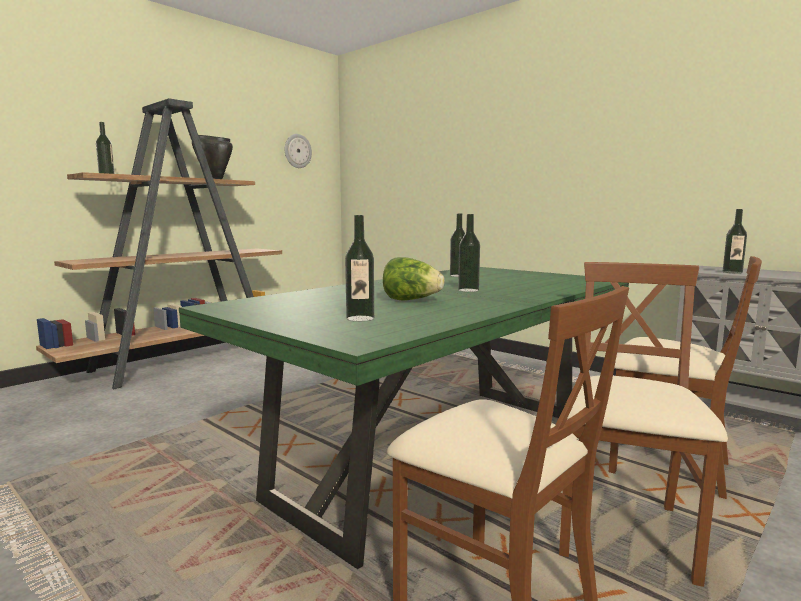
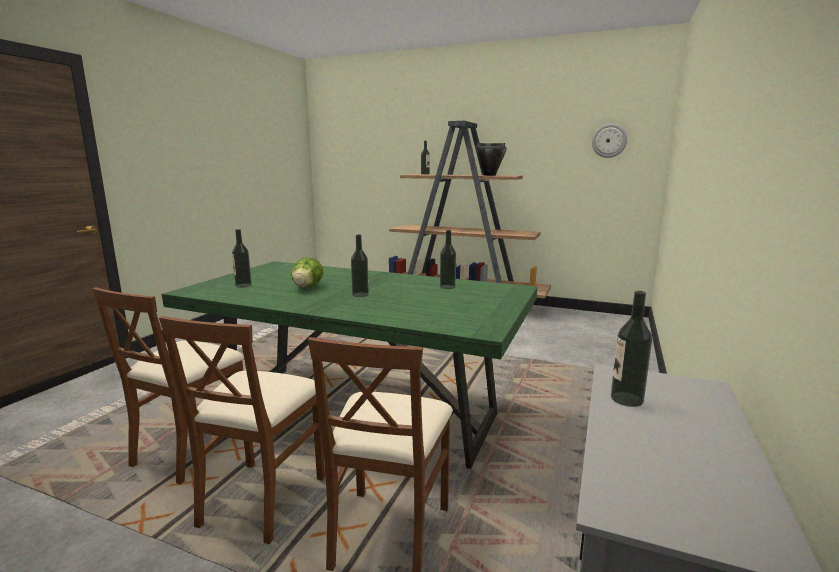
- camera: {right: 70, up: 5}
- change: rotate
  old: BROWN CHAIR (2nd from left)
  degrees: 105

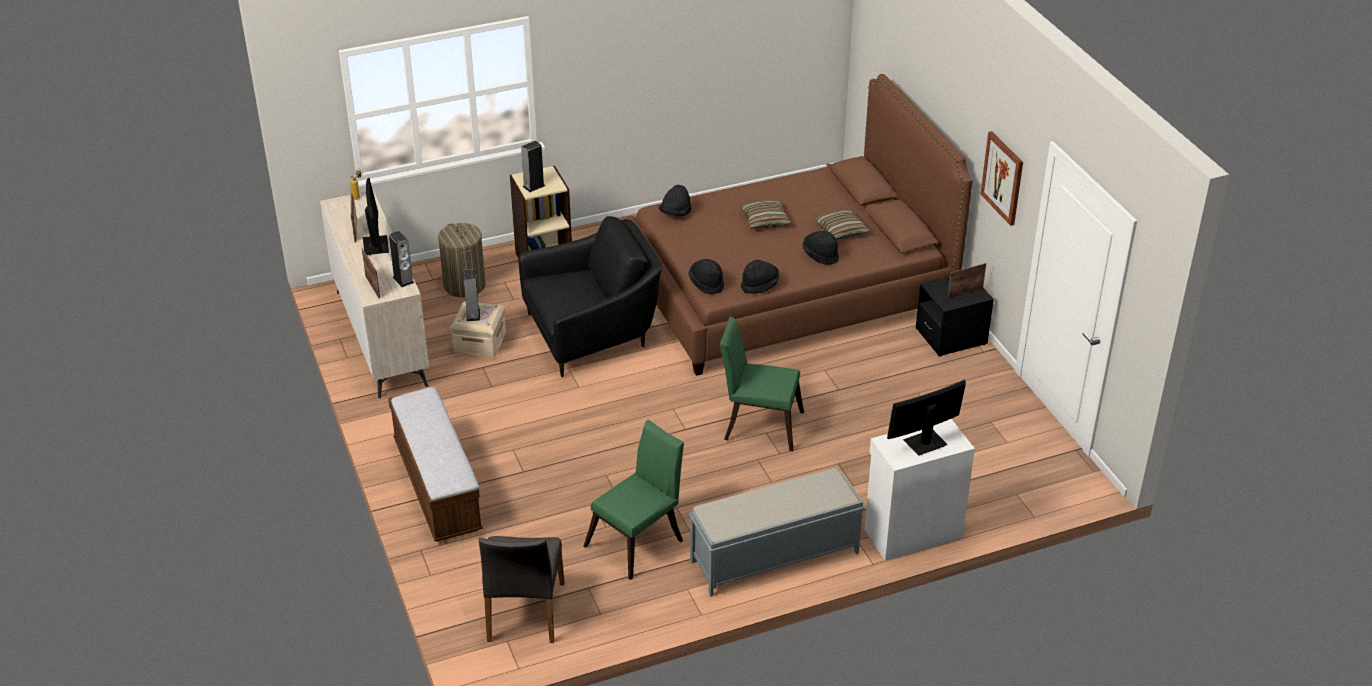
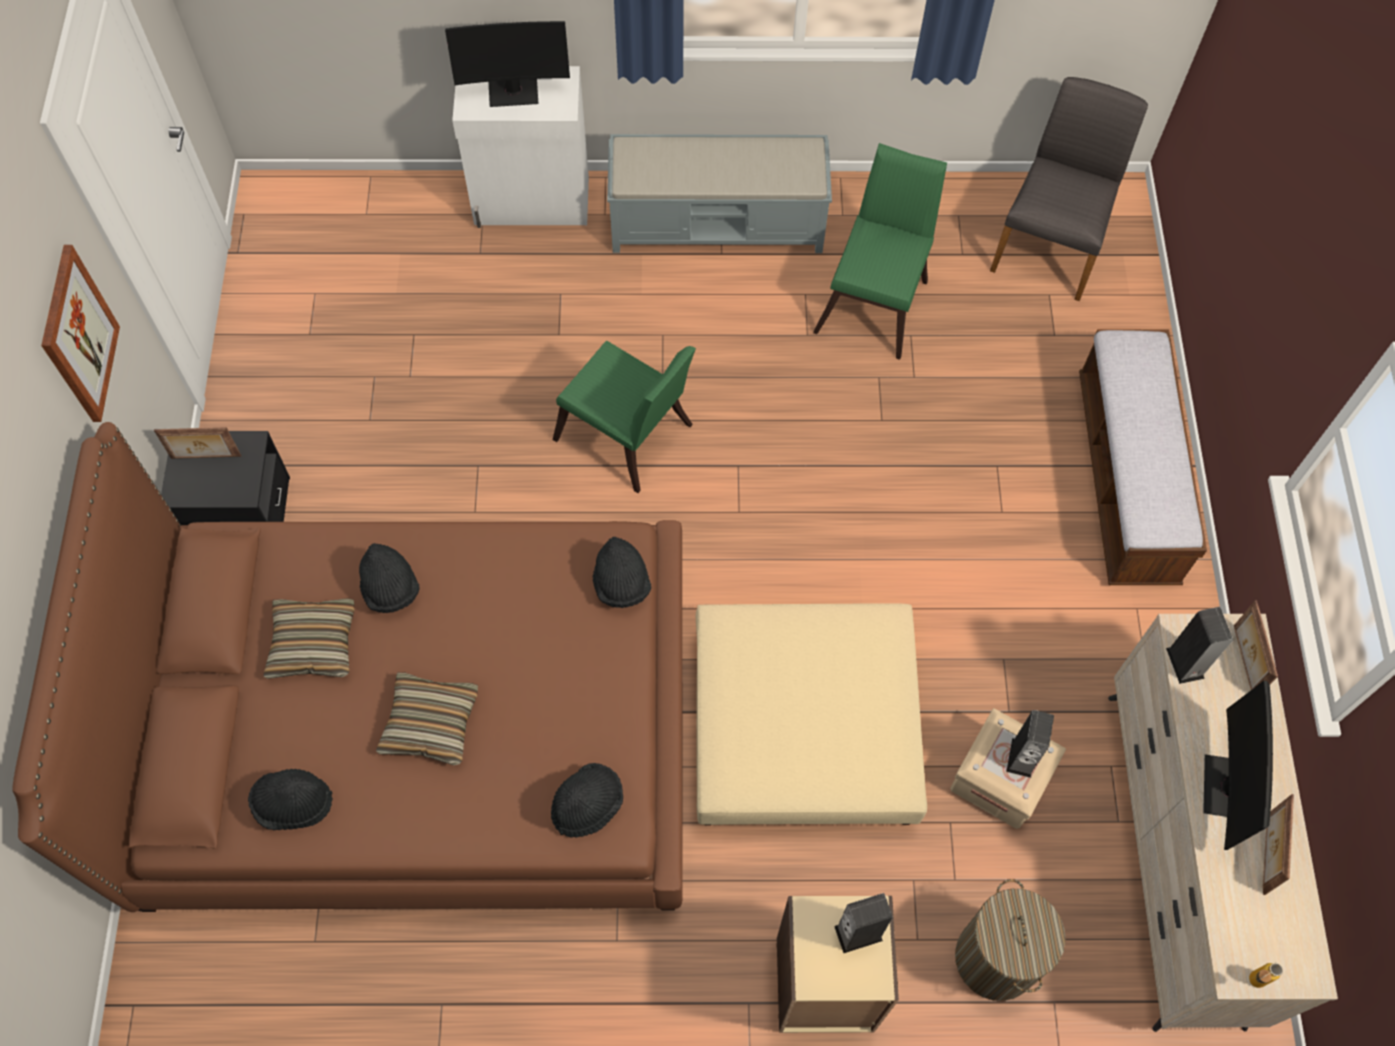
- camera: {right: -160, up: 25}
- change: replace
  old: BLACK ARMCHAIR
  new: BEIGE OTTOMAN
- change: move
  old: BLACK HAT (3rd from left in the first image)
  new: BLACK HAT (1st from left)
- change: rotate
  old: GREEN CHAIR (1st from left in the first image)
  degrees: 135

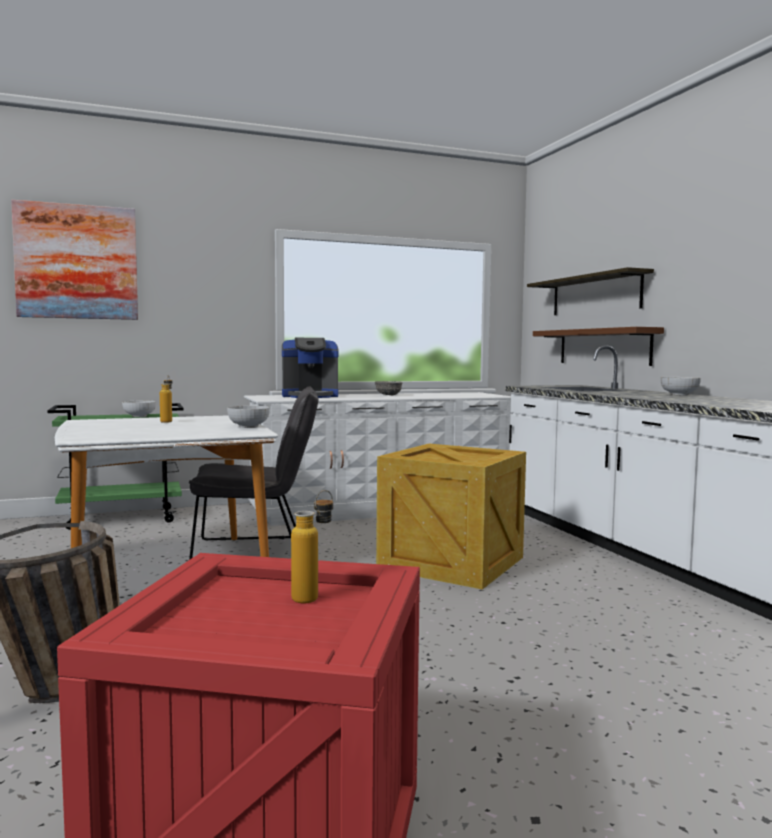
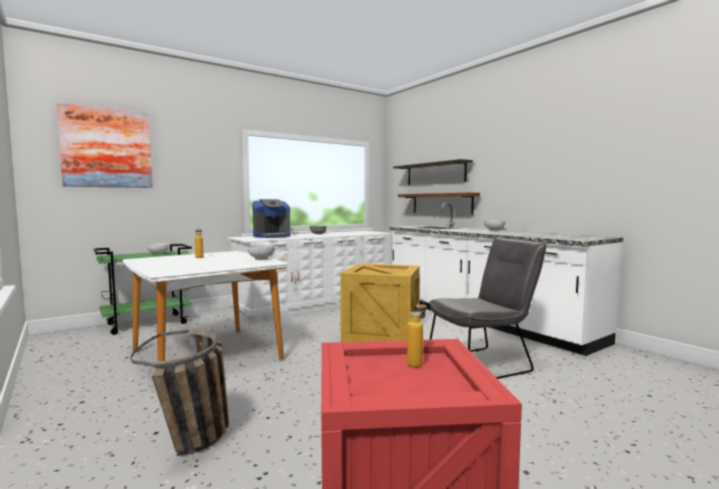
- camera: {right: -15, up: 0}
- change: move
  old: GREY CHAIR

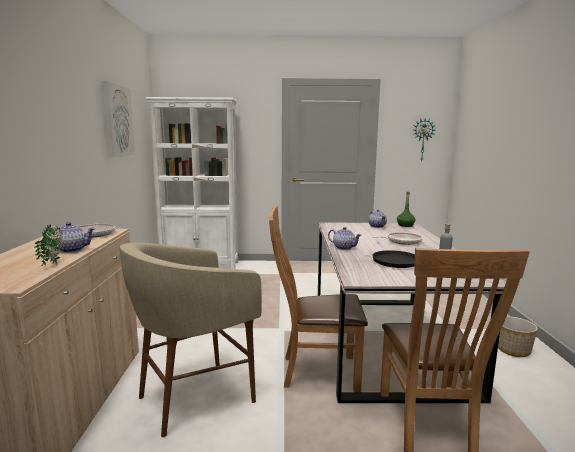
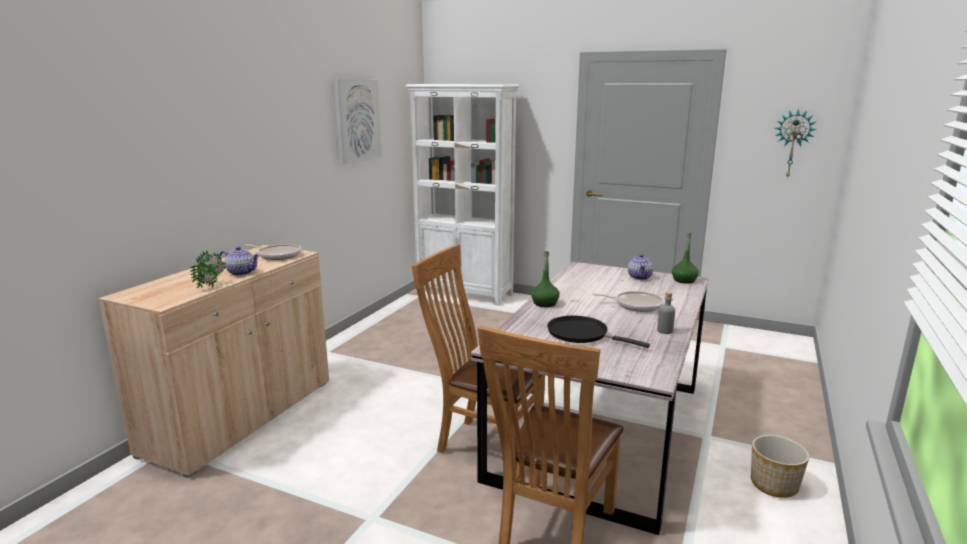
- camera: {right: 25, up: 5}
- change: replace
  old: TEAPOT (2nd from left)
  new: GREEN BOTTLE (1st from left)
- change: delete
  old: BEIGE STOOL

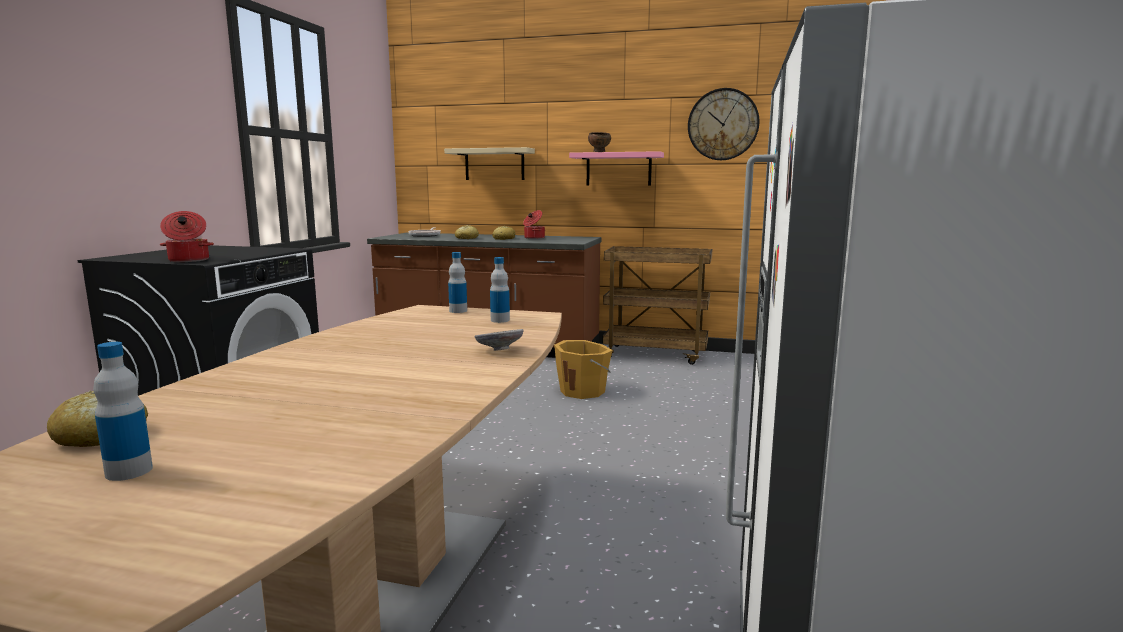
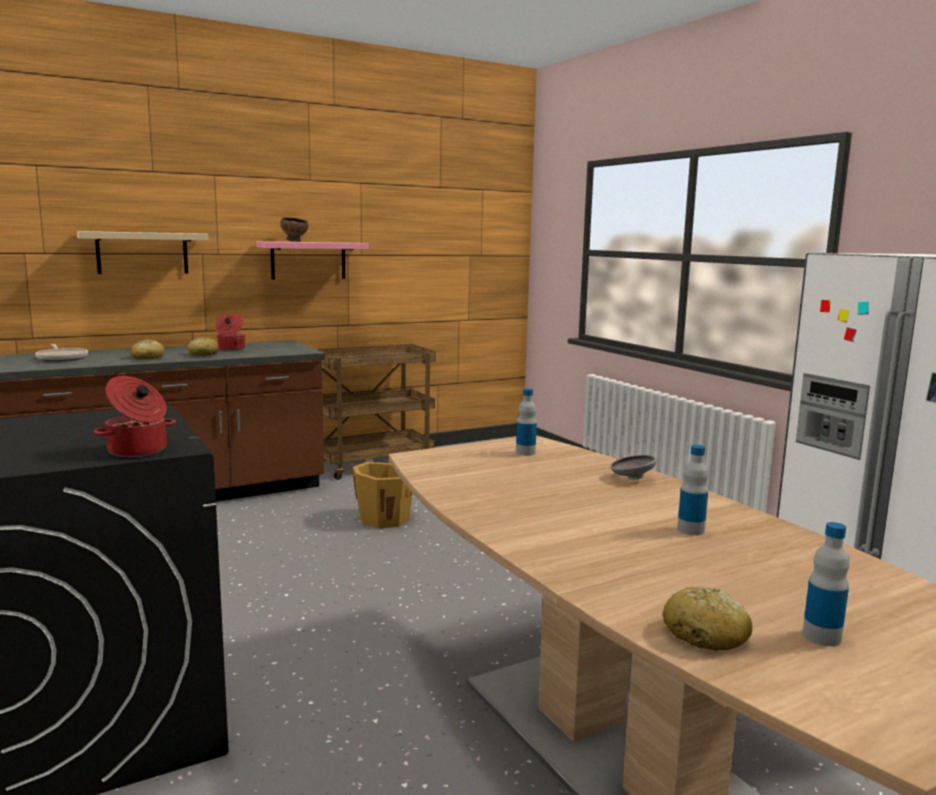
- camera: {right: -45, up: 0}
- change: delete
  old: WALL CLOCK
- change: move
  old: BOTTLE (2nd from left)

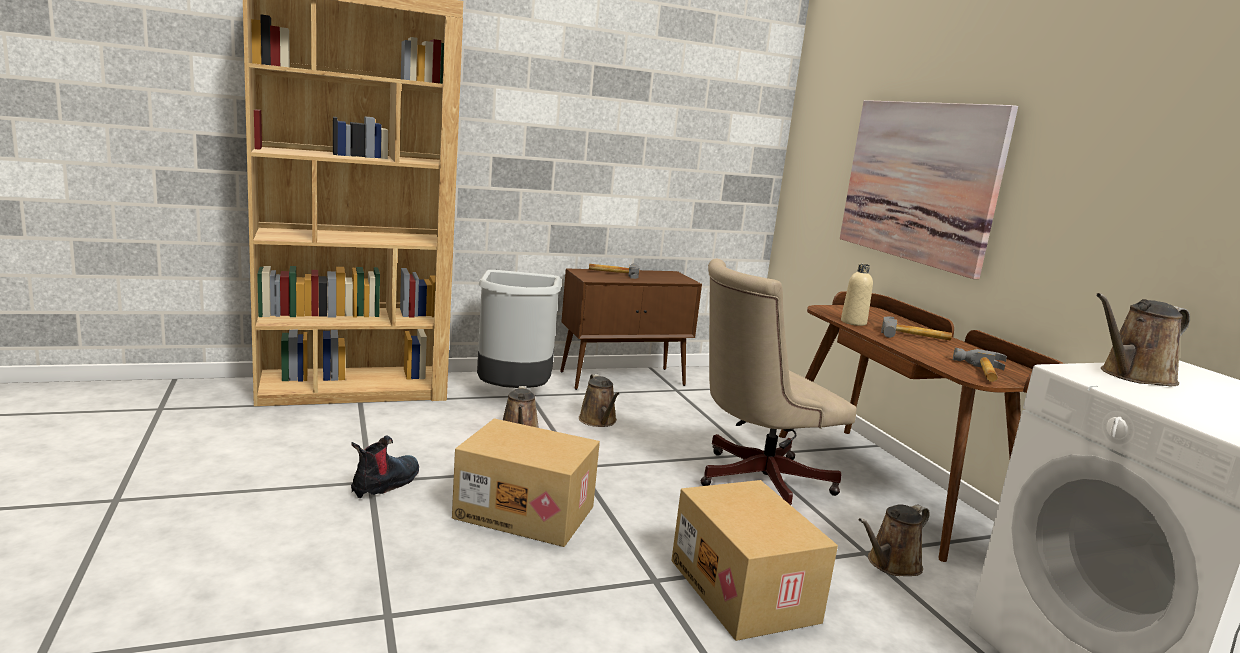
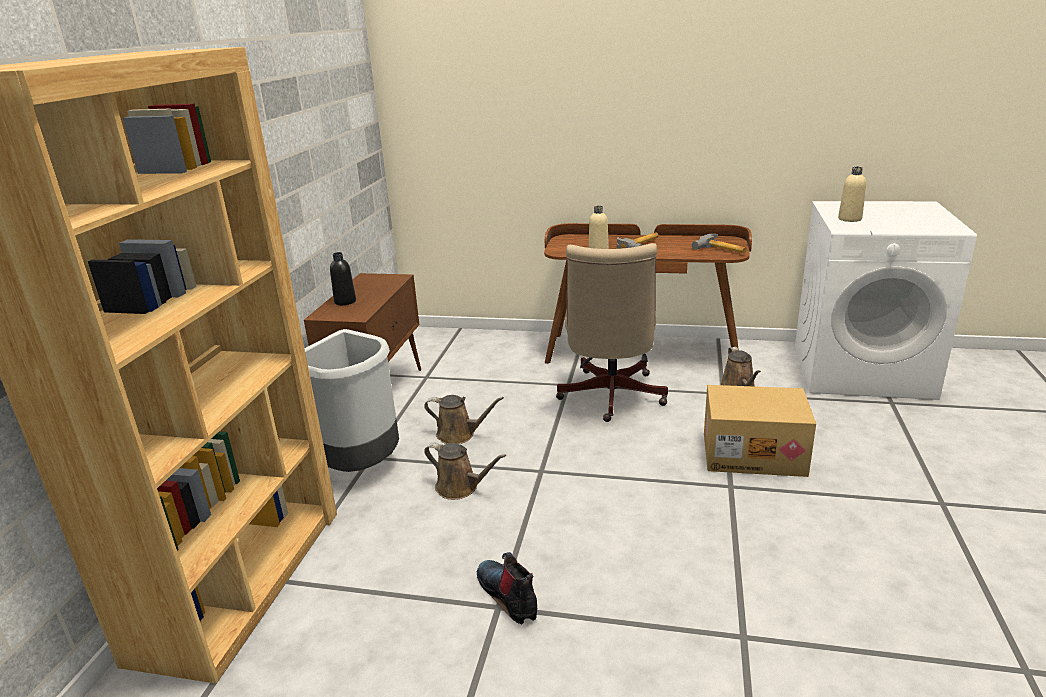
- camera: {right: -55, up: 10}
- change: delete
  old: PICTURE
- change: replace
  old: HAMMER (1st from left)
  new: BLACK BOTTLE
- change: replace
  old: BROWN WATERING CAN (4th from left)
  new: BEIGE BOTTLE (2nd from left)
- change: delete
  old: CARDBOARD BOX (1st from left)

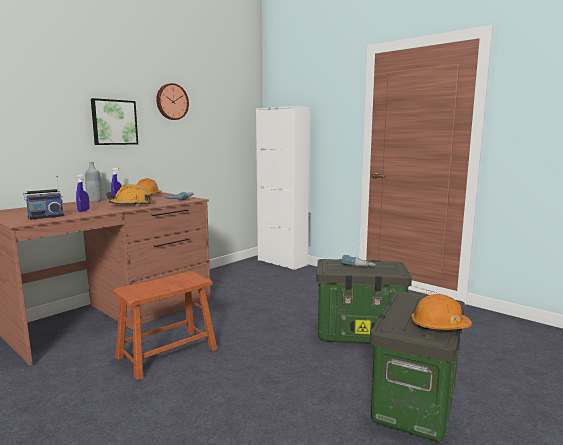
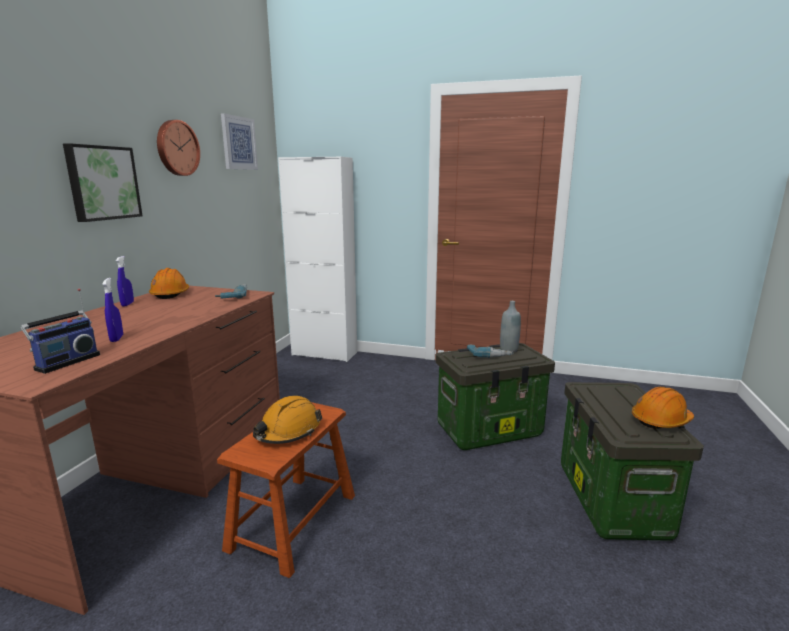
- camera: {right: -25, up: 5}
- change: move
  old: GREY BOTTLE
- change: move
  old: ORANGE HARD HAT (1st from left in the first image)
  new: ORANGE HARD HAT (2nd from left)
- change: insert
  new: PICTURE (2nd from left)

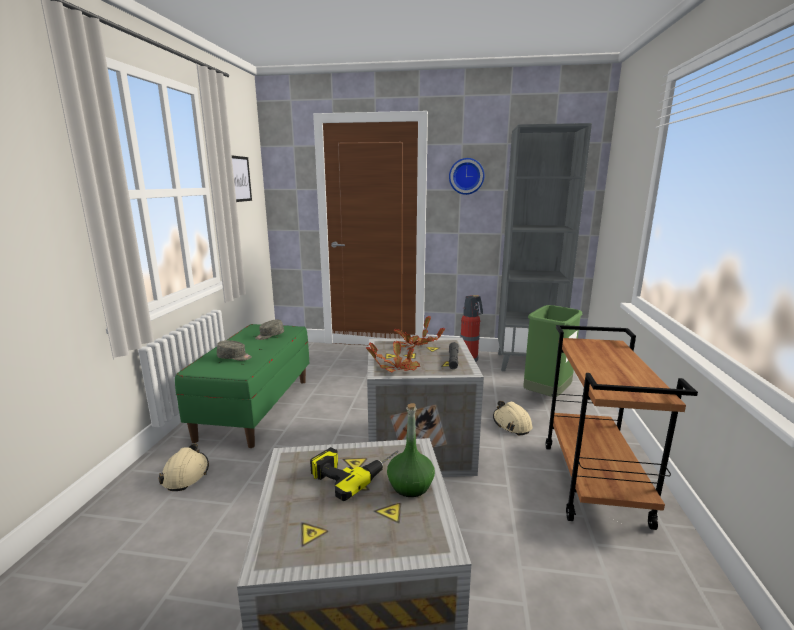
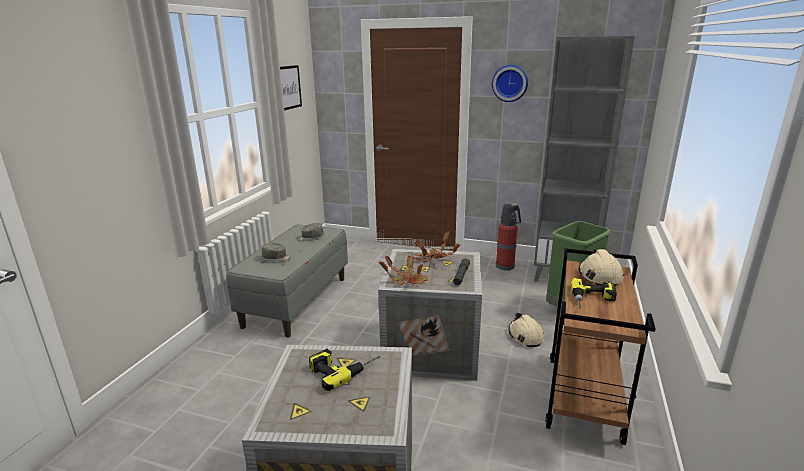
- camera: {right: 10, up: 5}
- change: recolor
  old: GREEN BENCH
  new: GREY BENCH
- change: delete
  old: GREEN BOTTLE
- change: move
  old: BEIGE HARD HAT (1st from left in the first image)
  new: BEIGE HARD HAT (2nd from left)
- change: insert
  new: POWER DRILL (2nd from left)

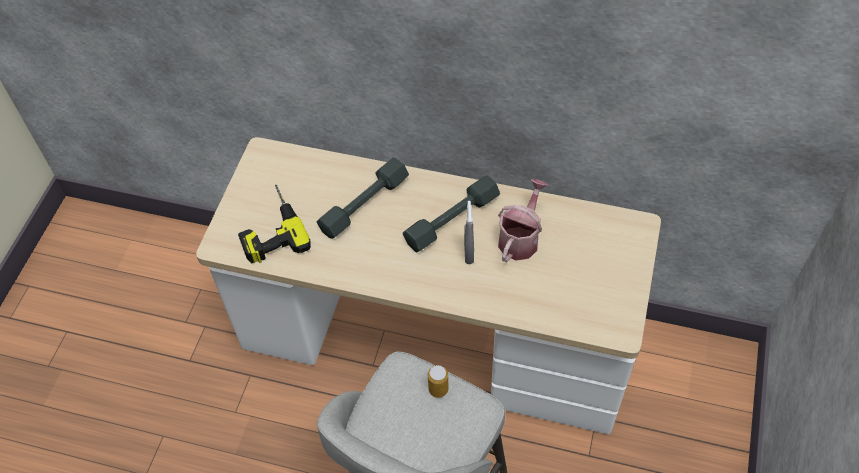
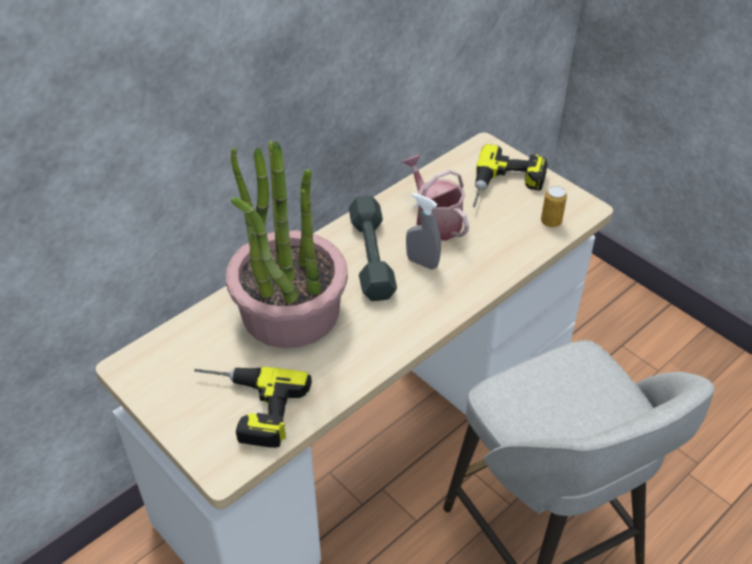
- camera: {right: -60, up: -10}
- change: replace
  old: GREY DUMBBELL (1st from left)
  new: POTTED PLANT
- change: move
  old: CAN
- change: insert
  new: POWER DRILL (2nd from left)

